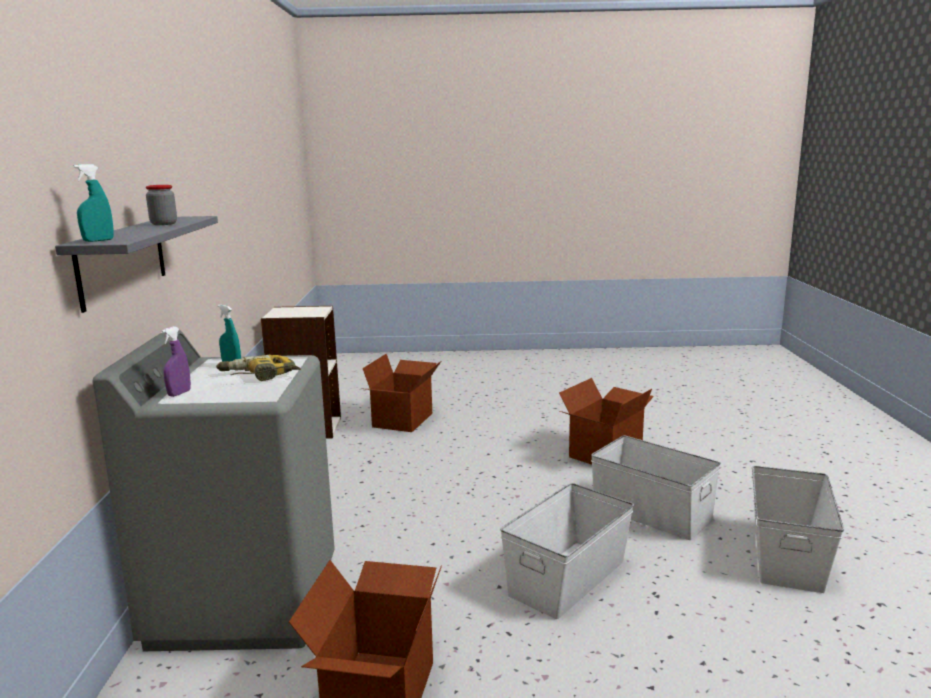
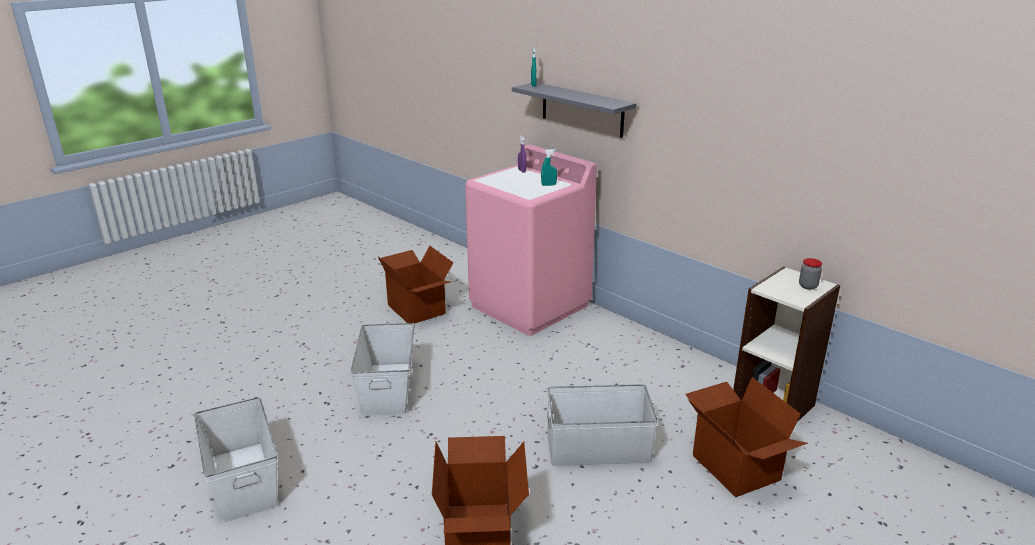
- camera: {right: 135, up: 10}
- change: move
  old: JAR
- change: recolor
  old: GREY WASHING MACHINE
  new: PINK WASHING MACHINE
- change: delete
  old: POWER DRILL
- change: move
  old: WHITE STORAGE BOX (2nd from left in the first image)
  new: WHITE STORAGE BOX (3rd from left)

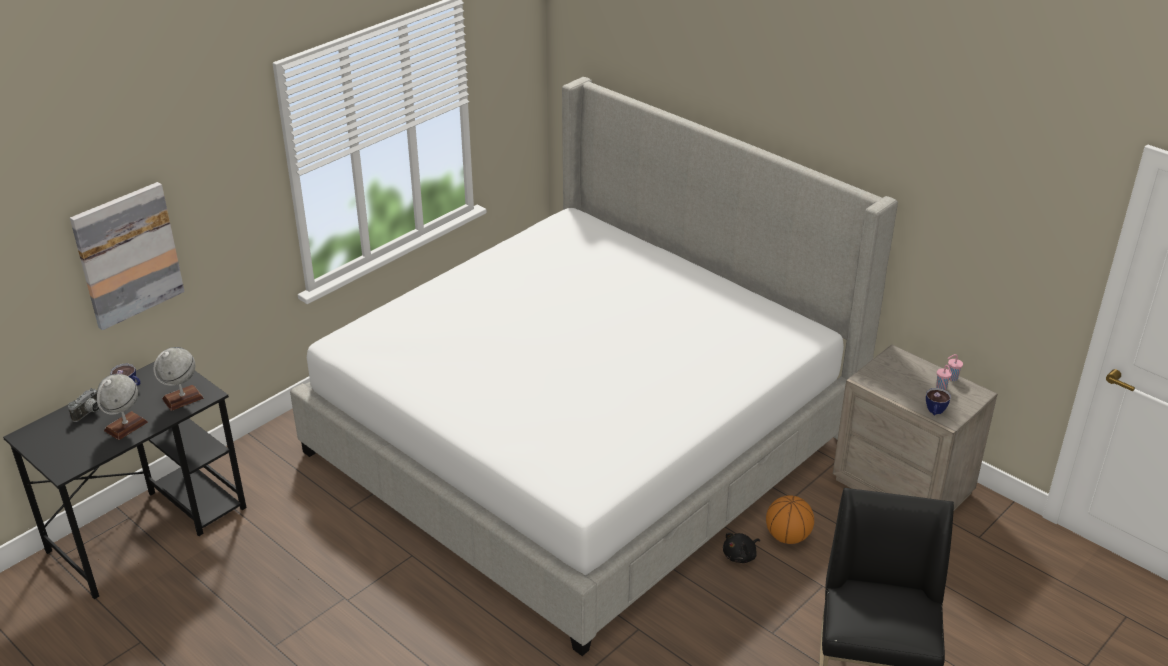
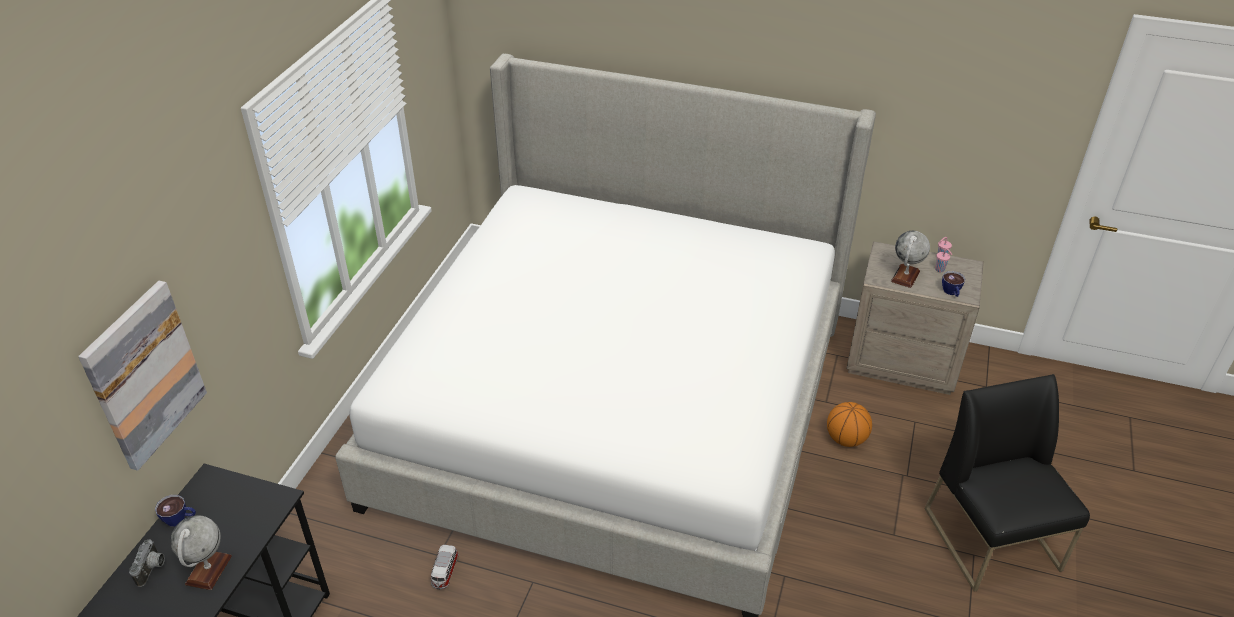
- camera: {right: -25, up: 5}
- change: move
  old: GLOBE (2nd from left)
- change: delete
  old: BLACK PLUSH TOY
- change: insert
  new: TOY CAR

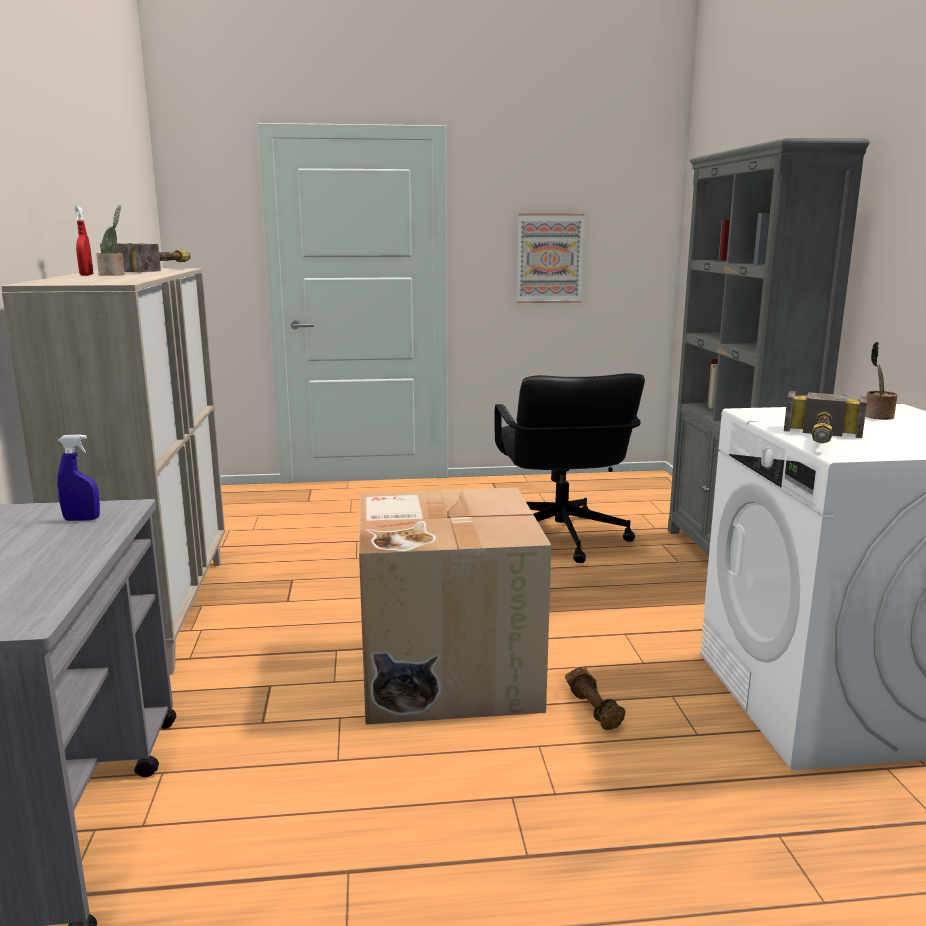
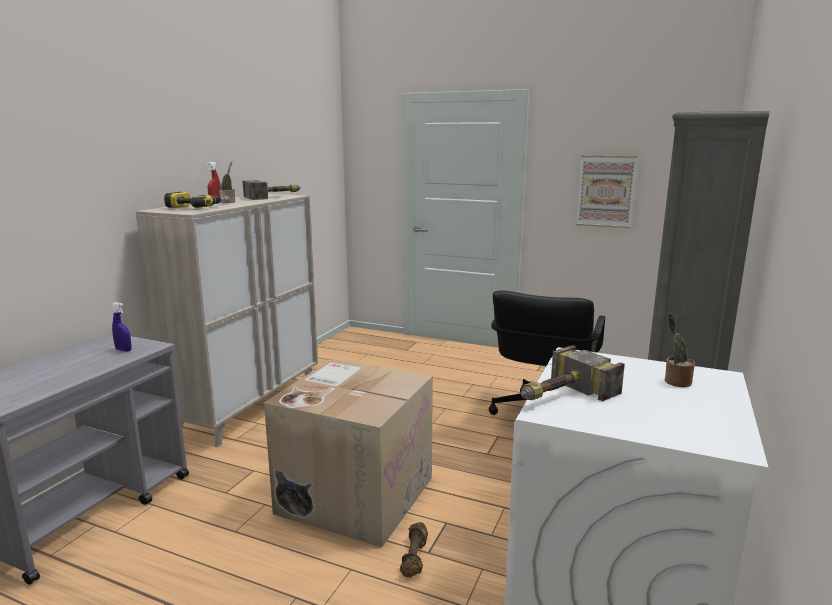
- camera: {right: 30, up: 0}
- change: insert
  new: POWER DRILL

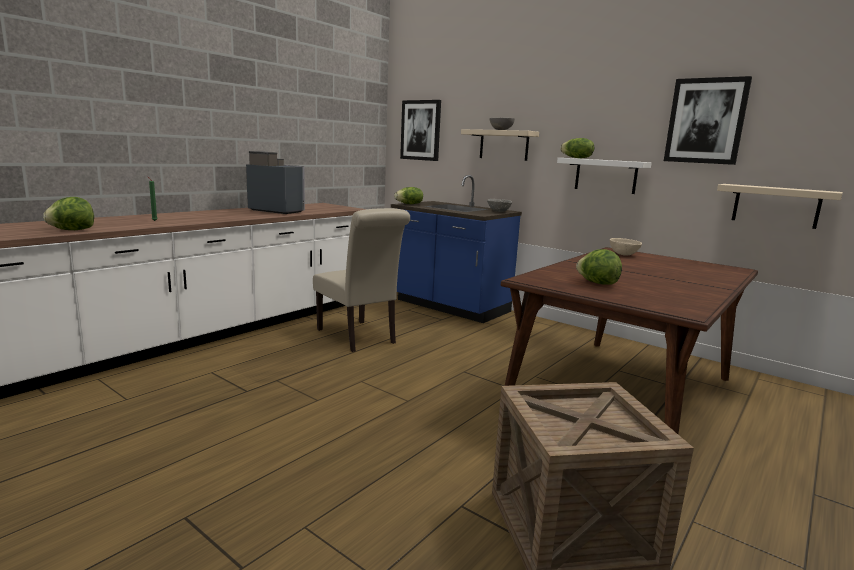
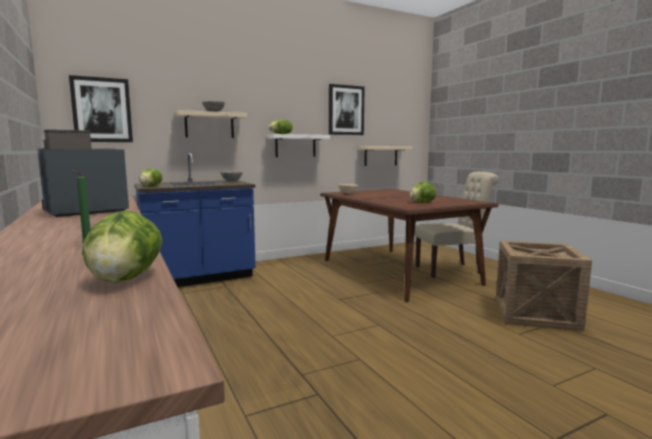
- camera: {right: -65, up: -5}
- change: move
  old: BEIGE CHAIR

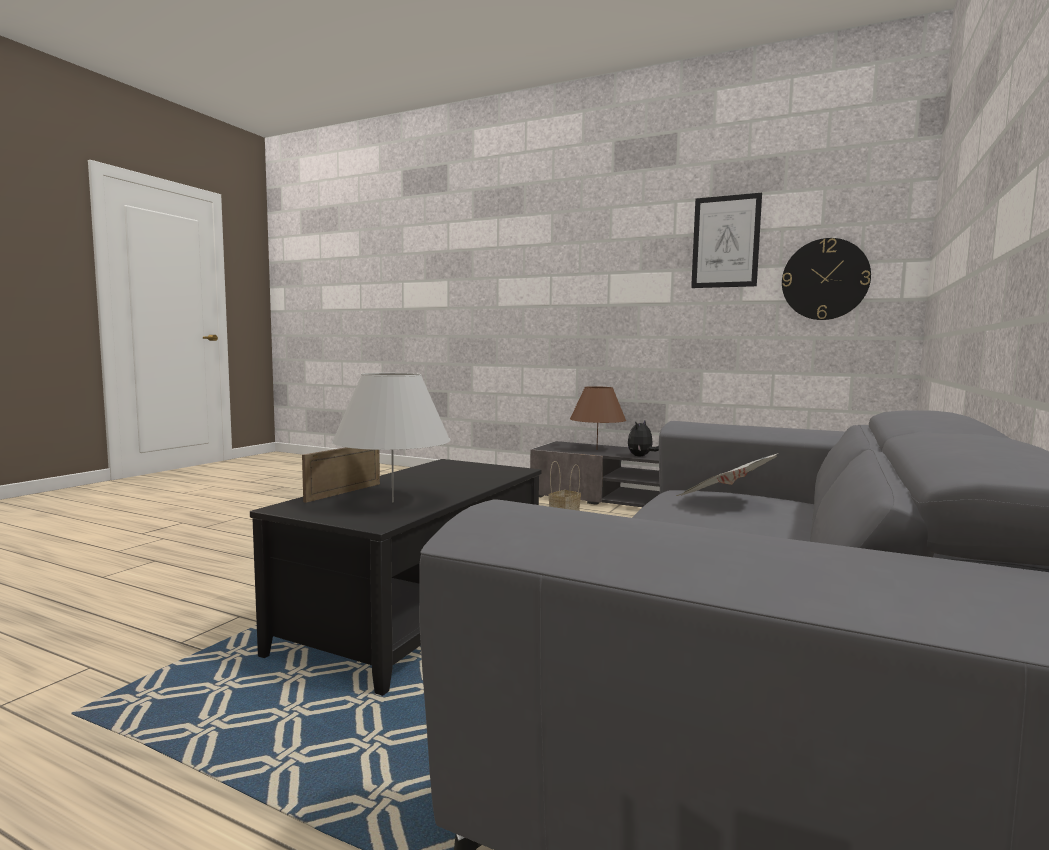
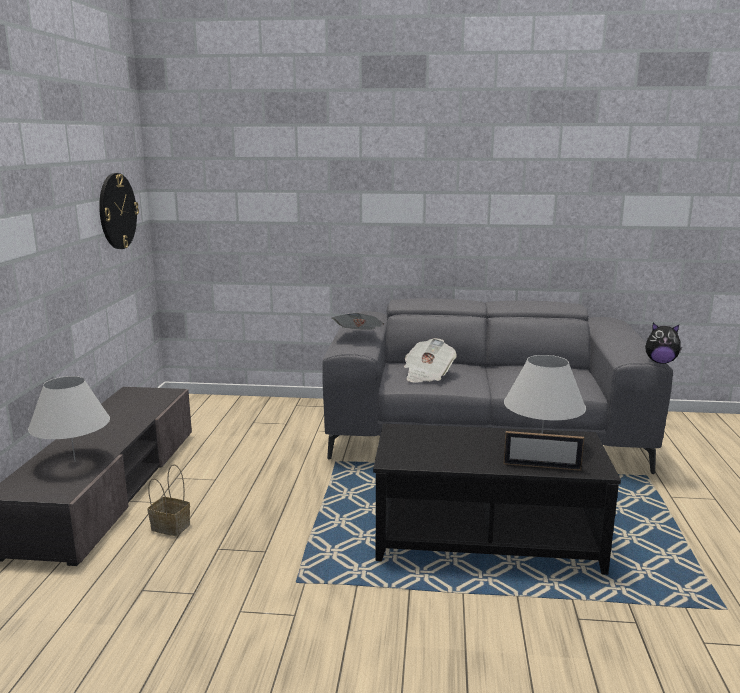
- camera: {right: -110, up: 10}
- change: delete
  old: PICTURE
- change: recolor
  old: BROWN TABLE LAMP
  new: WHITE TABLE LAMP (1st from left)
- change: move
  old: PLUSH TOY
- change: insert
  new: NEWSPAPER (1st from left)

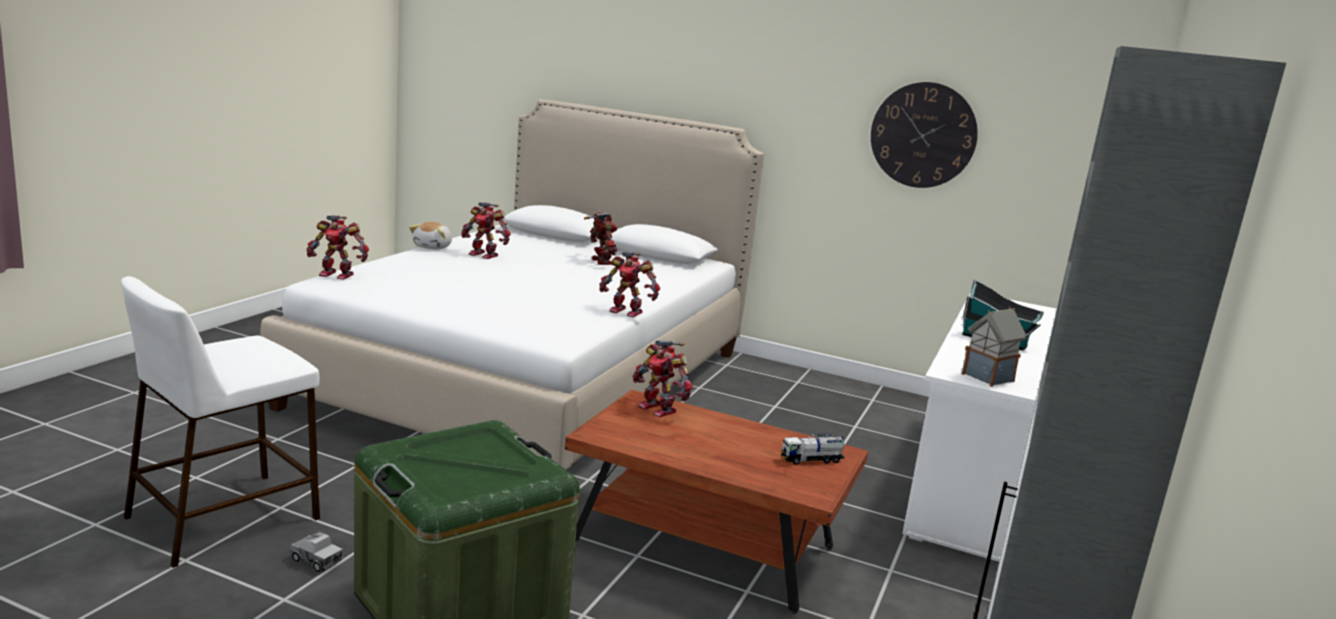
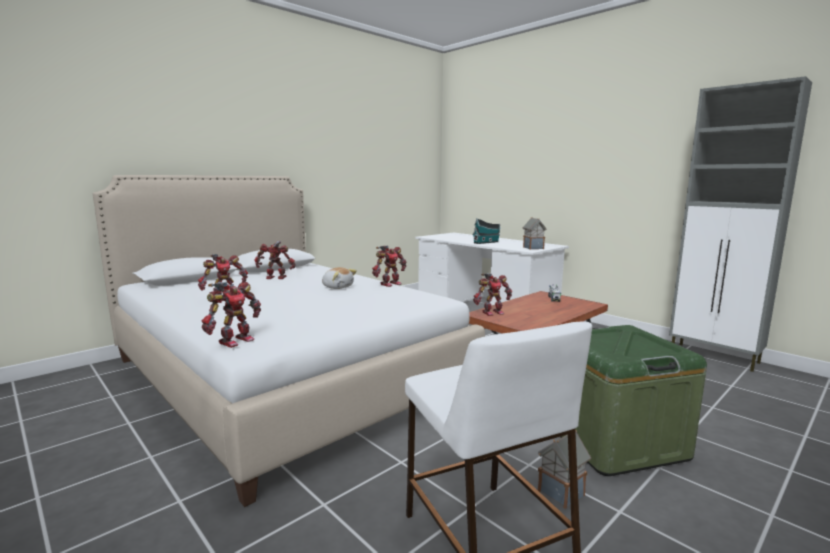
- camera: {right: -65, up: -5}
- change: delete
  old: WALL CLOCK
- change: move
  old: PLUSH TOY
- change: replace
  old: TOY TRUCK (1st from left)
  new: TOY HOUSE (3rd from left)

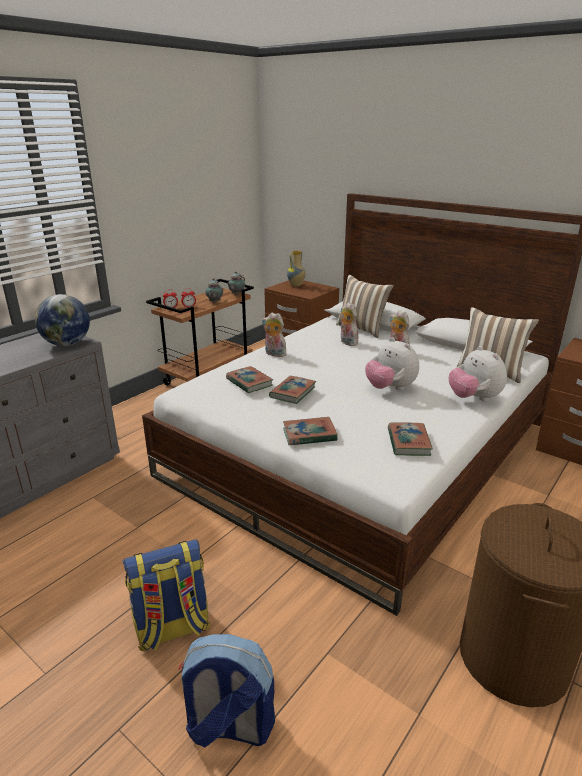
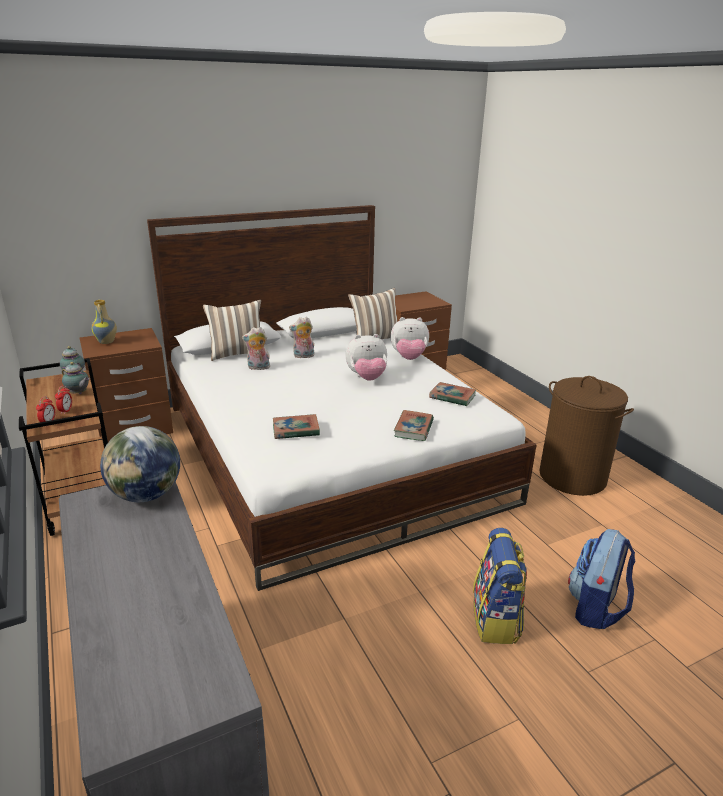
- camera: {right: -65, up: 0}
- change: delete
  old: PLUSH TOY (1st from left)
- change: delete
  old: BOOK (2nd from left)

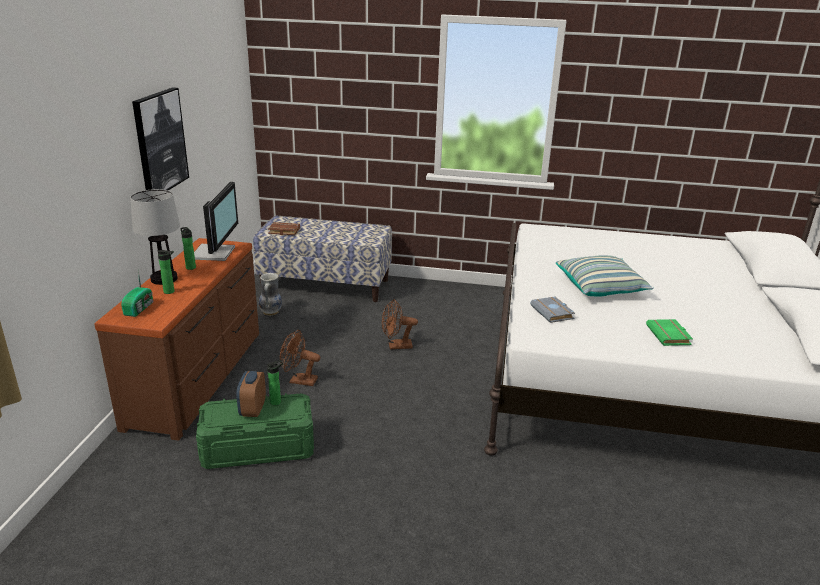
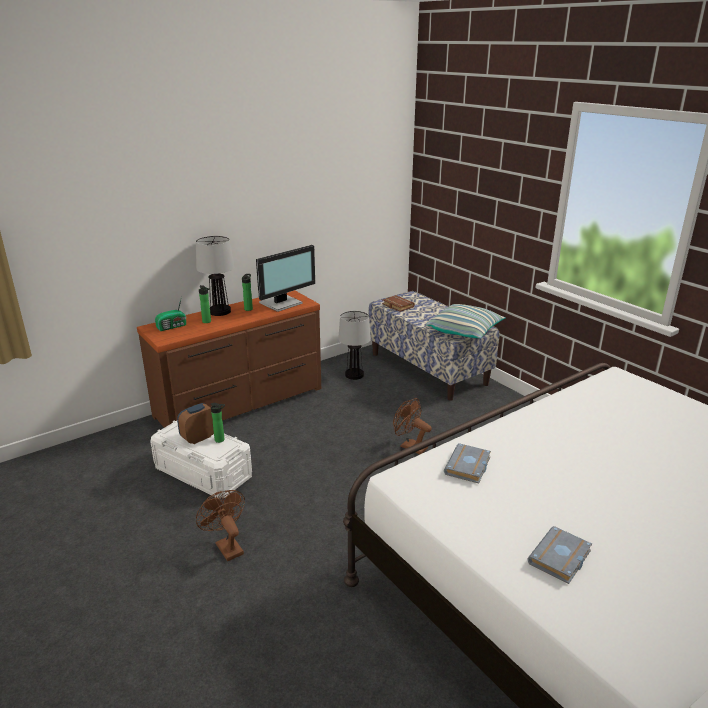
- camera: {right: 45, up: 0}
- change: delete
  old: PICTURE
- change: move
  old: PILLOW
- change: replace
  old: VASE
  new: TABLE LAMP (2nd from left)
- change: recolor
  old: GREEN BOOK
  new: GREY BOOK (2nd from left)
- change: move
  old: BROWN FAN (1st from left)
- change: recolor
  old: GREEN STORAGE BOX
  new: WHITE STORAGE BOX

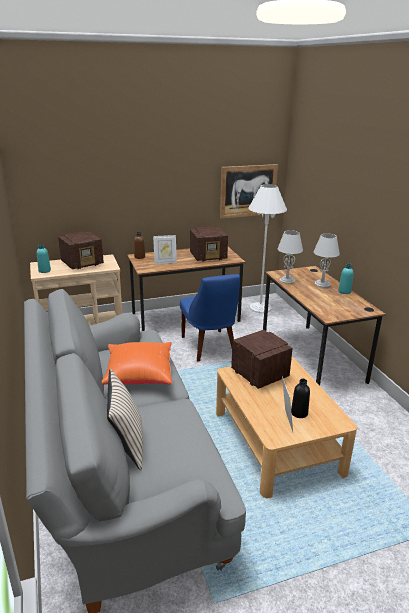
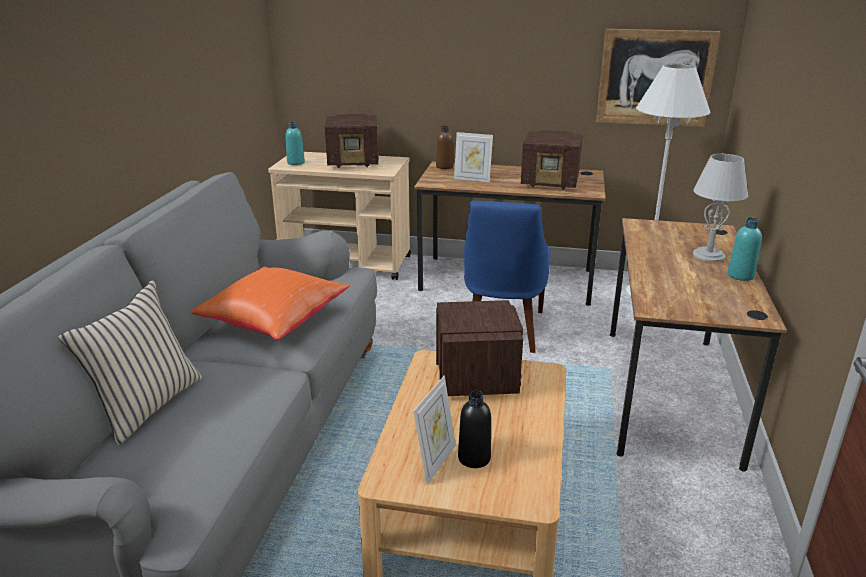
- camera: {right: 30, up: 0}
- change: delete
  old: GREY TABLE LAMP (1st from left)

